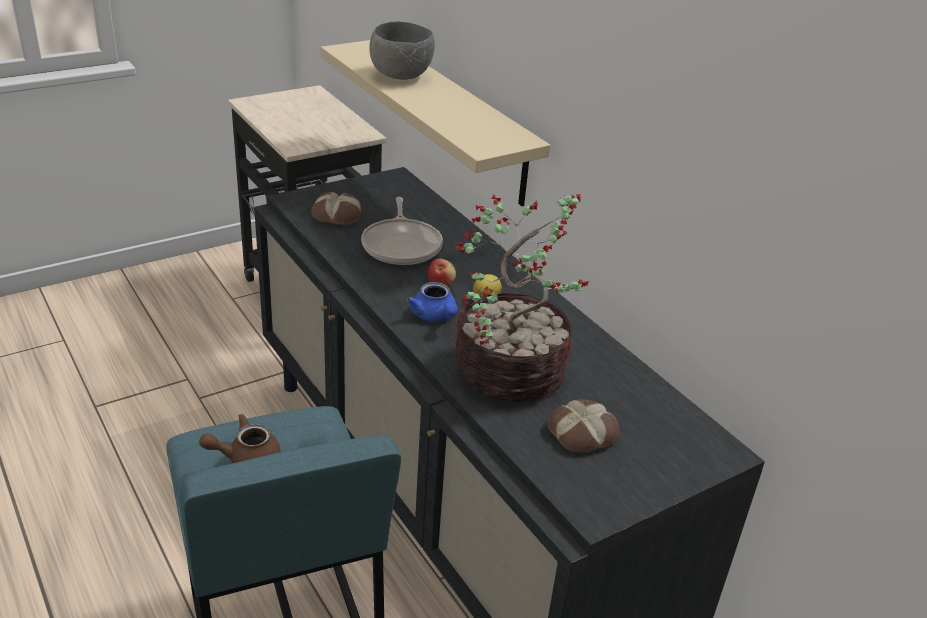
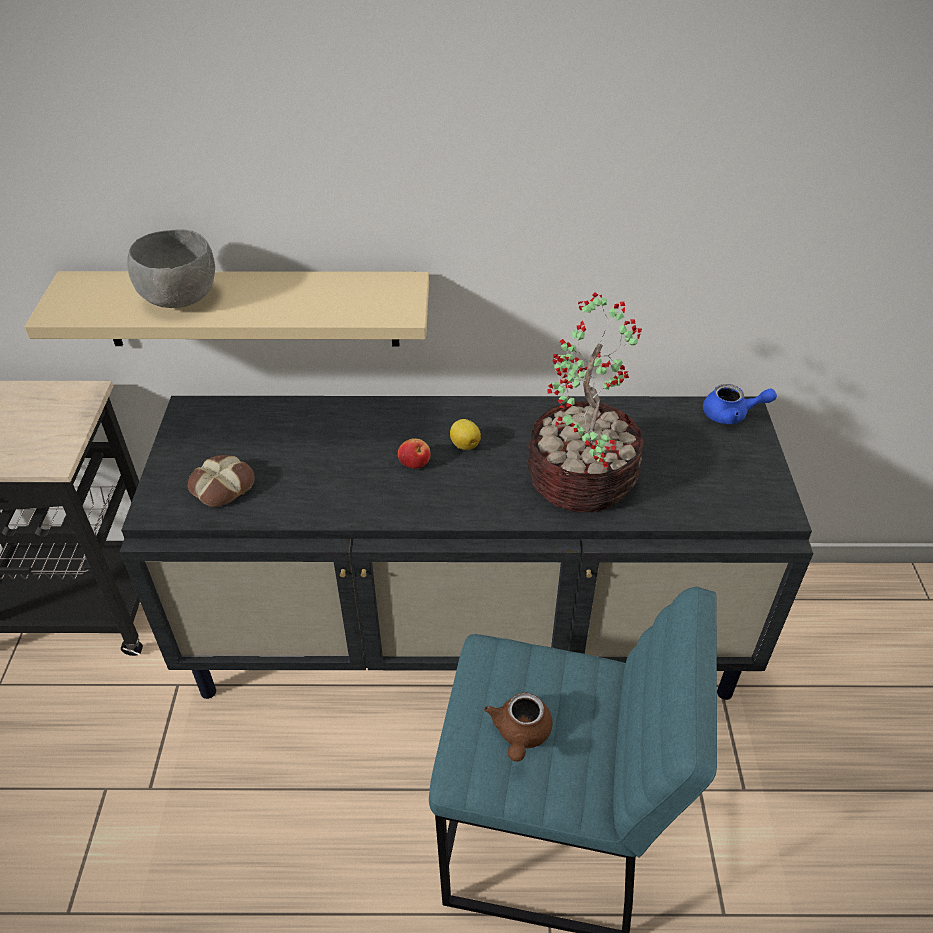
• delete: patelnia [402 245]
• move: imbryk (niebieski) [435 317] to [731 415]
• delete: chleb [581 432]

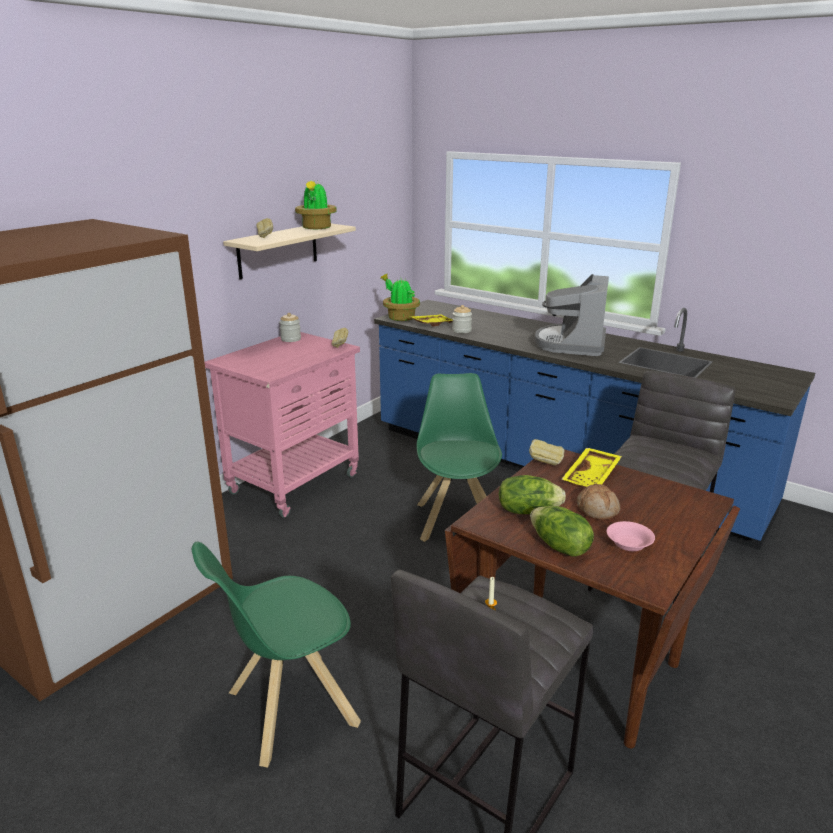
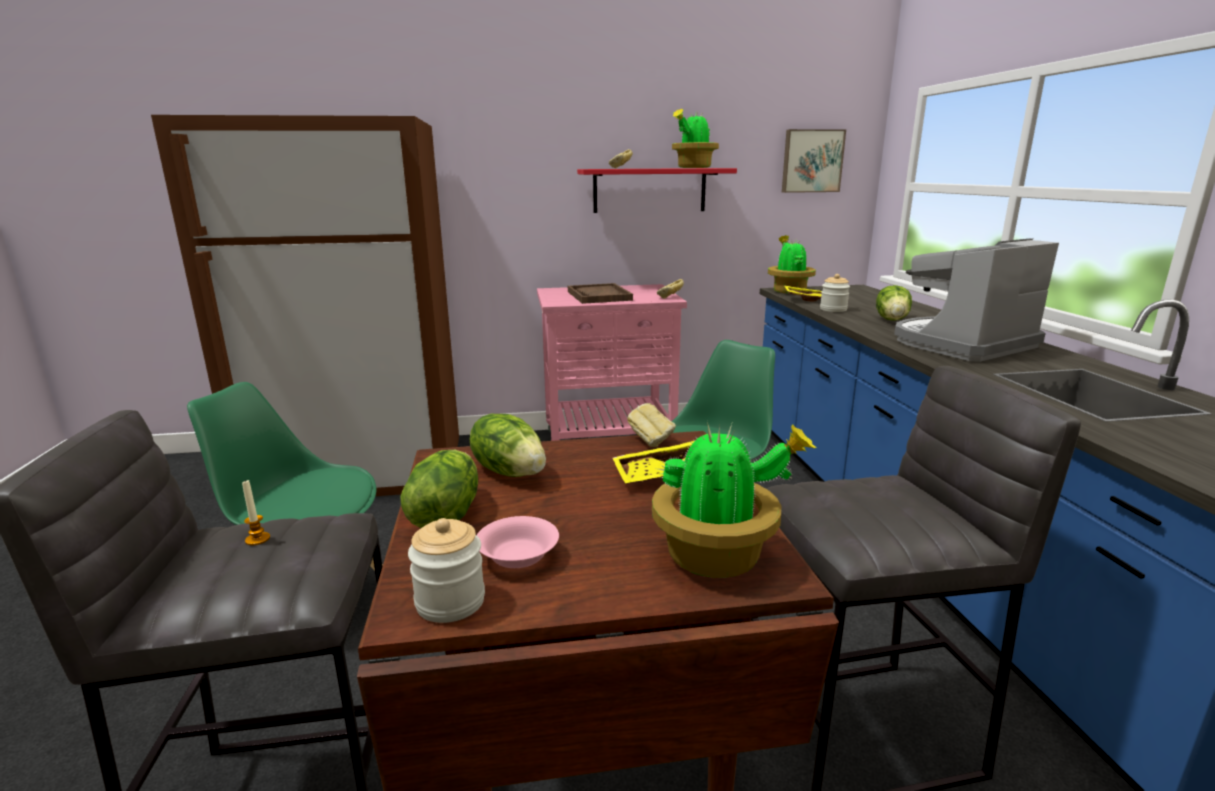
• recolor: półka (beżowy) [278 250] to półka (czerwony) [649 190]
• move: słoik [291 339] to [450 602]
• delete: chleb [597 509]
• insert: obraz [811 161]
• insert: taca (brązowy) [599 296]
• insert: sałata [892 320]
• insert: roślina doniczkowa [718 556]

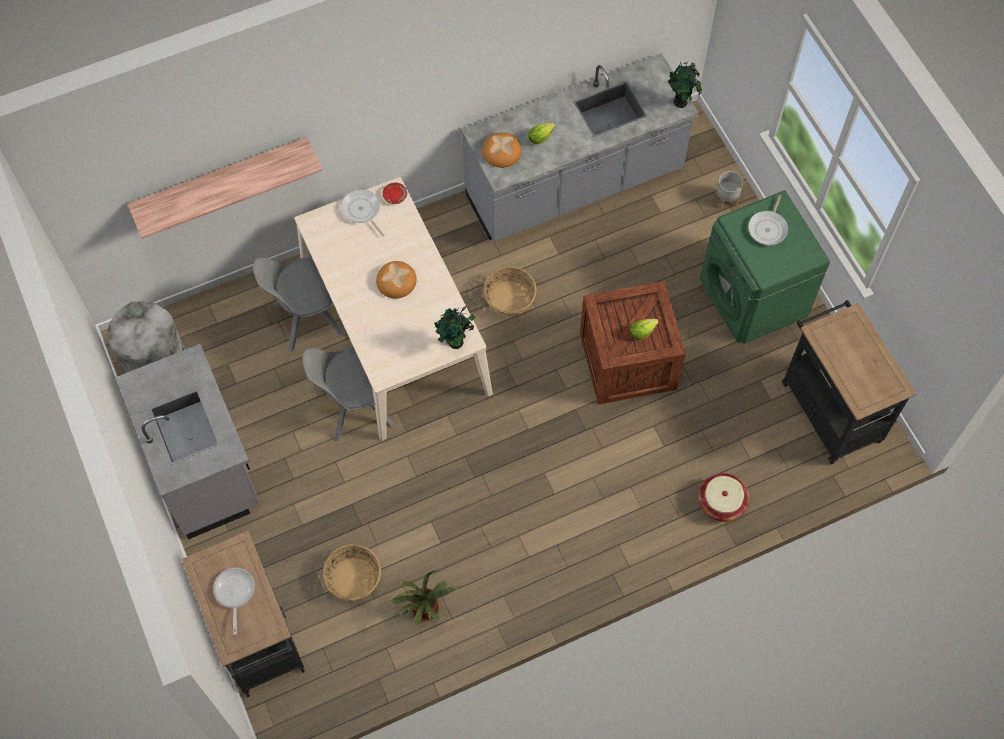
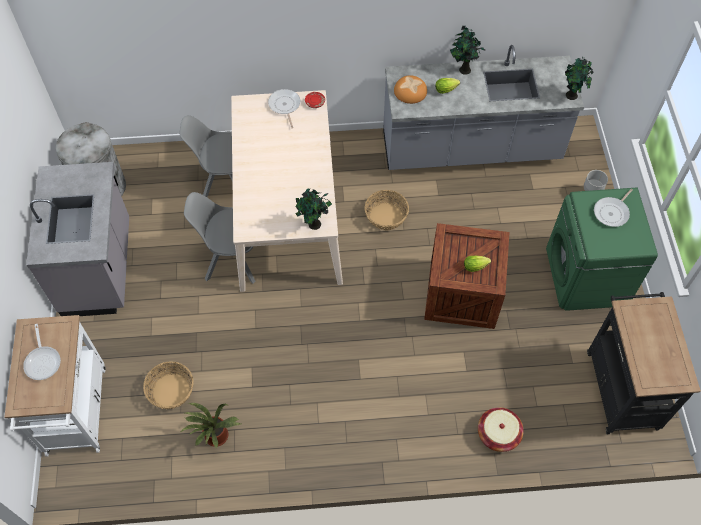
• delete: półka [220 179]
• delete: chleb [396 280]
• recolor: wózek (czarny) [258 640] to wózek (biały) [76 413]
• rotate: patelnia [234 593] = [43 361] 150 degrees clockwise
• insert: roślina doniczkowa [463 70]

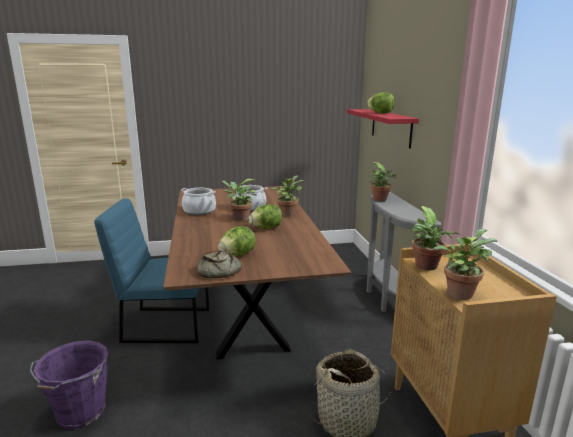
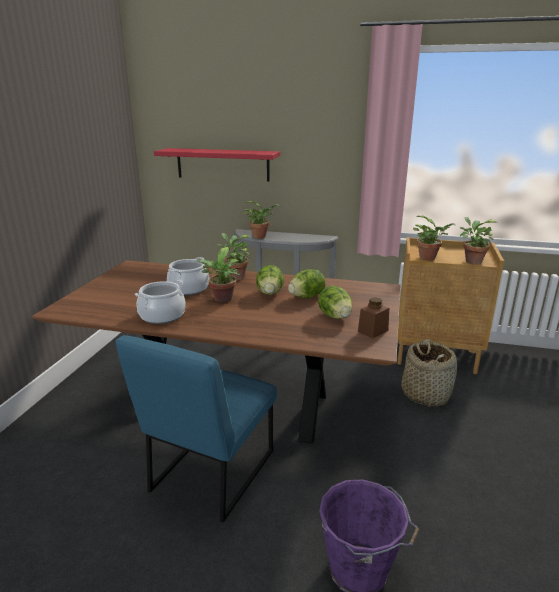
• move: sałata [380 113] to [306 297]
• replace: chleb [218 272] to słoik (brązowy) [373 331]

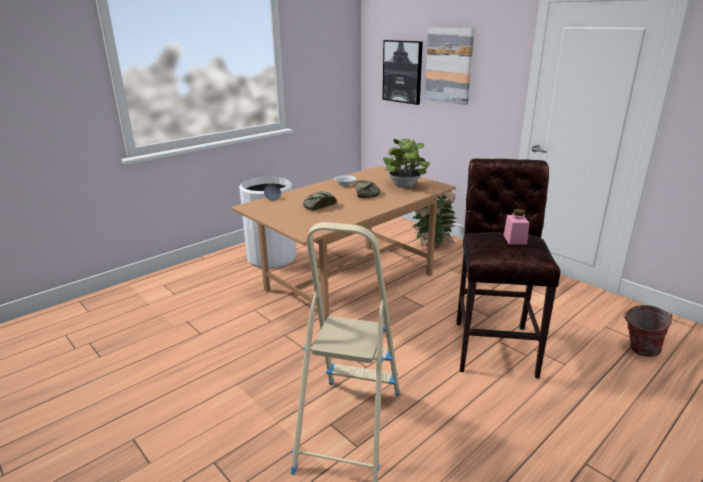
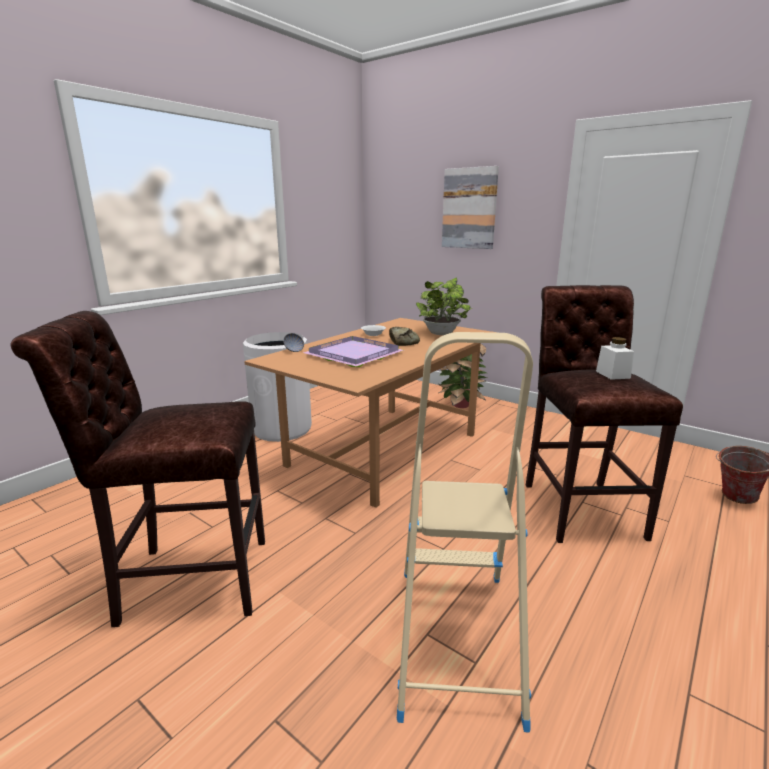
• delete: obraz [402 71]
• replace: chleb [318 205] to taca (fioletowy) [354 355]
• recolor: słoik (różowy) [515 239] to słoik (biały) [612 374]
• insert: stołek (brązowy) [187 579]

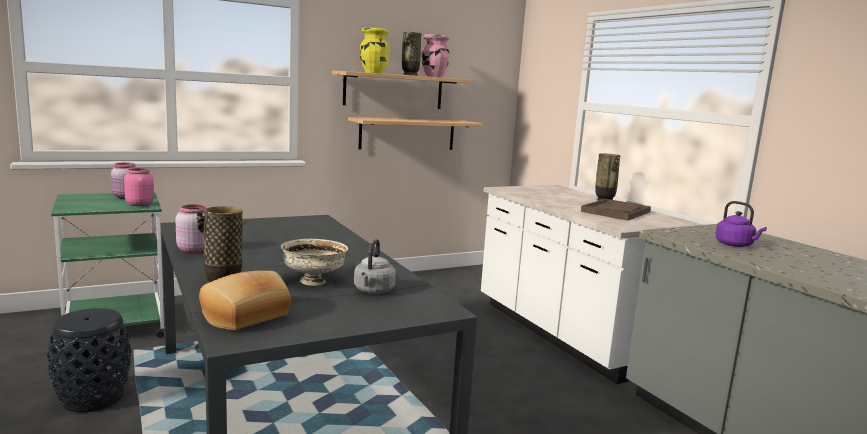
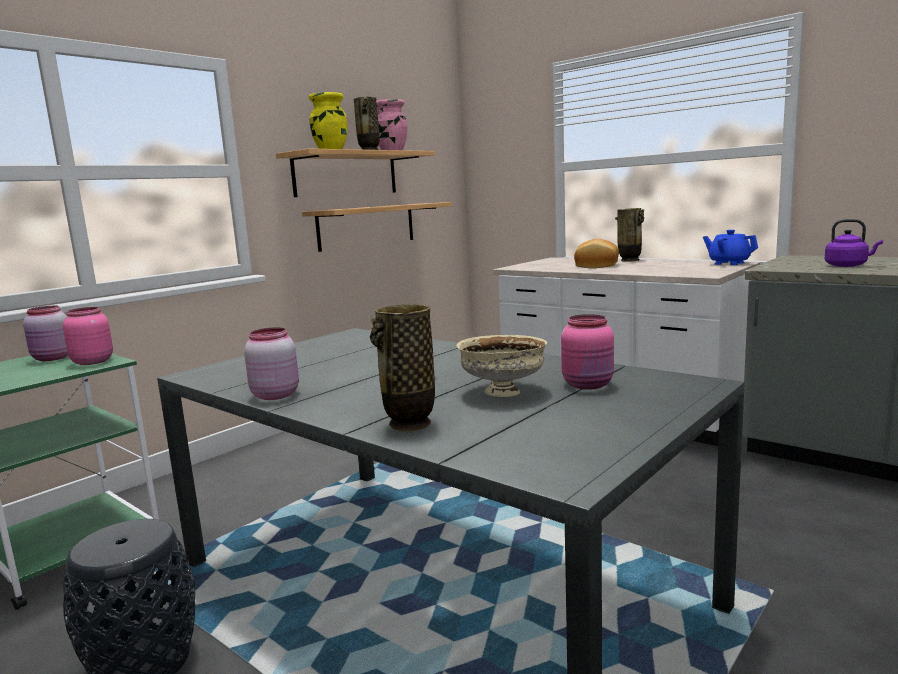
• delete: taca (brązowy) [615 212]
• replace: czajnik (szary) [373 291] to słoik (różowy) [589 385]
• move: chleb [246 316] to [598 265]
• insert: imbryk (niebieski) [729 263]

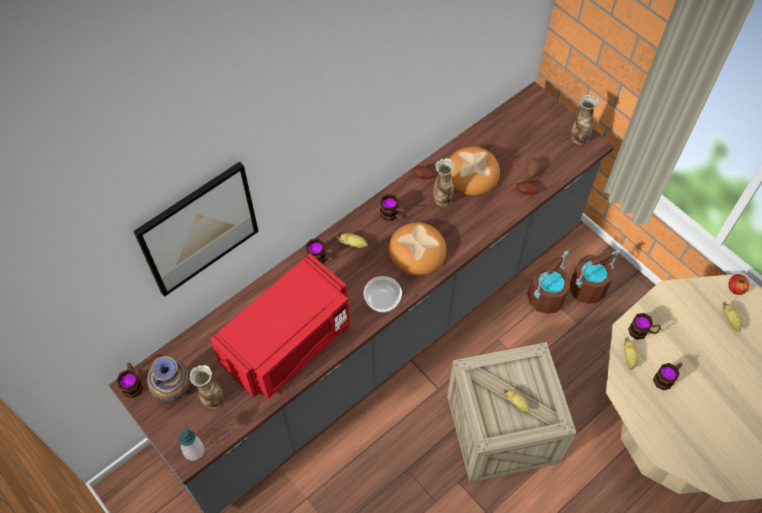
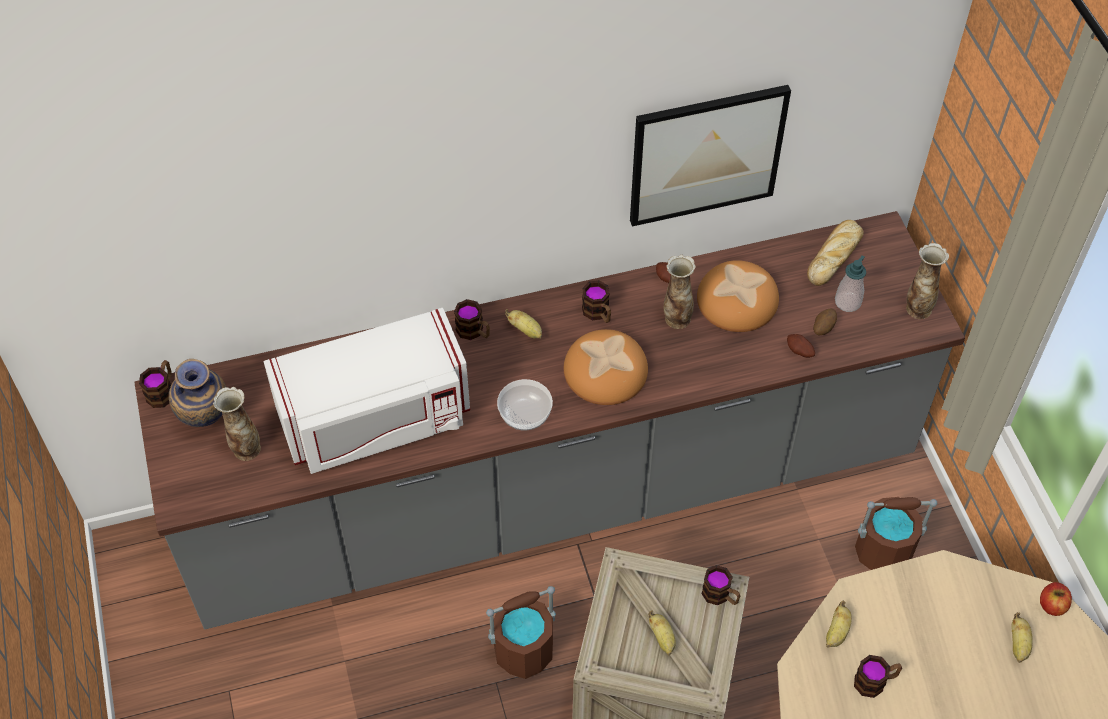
• move: obraz [198 229] to [706 154]
• move: wiadro (brązowy) [545 297] to [524 650]
• recolor: mikrofalówka (czerwony) [288 343] to mikrofalówka (biały) [375 419]
• move: kubek [642 332] to [720 596]
• move: dozownik mydła [194 451] to [847 302]
• insert: chleb [835 255]

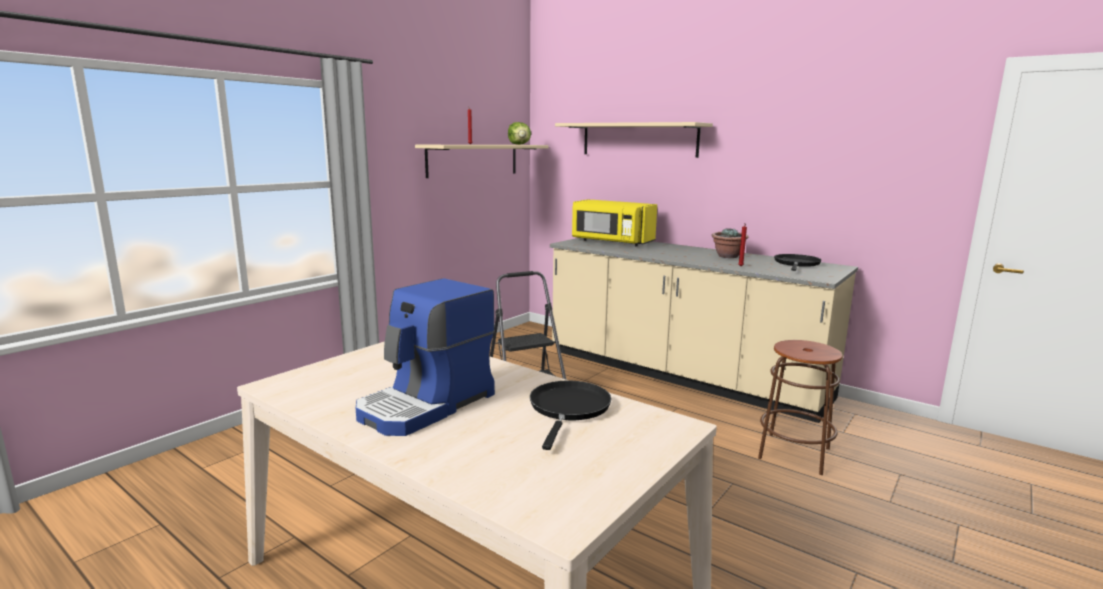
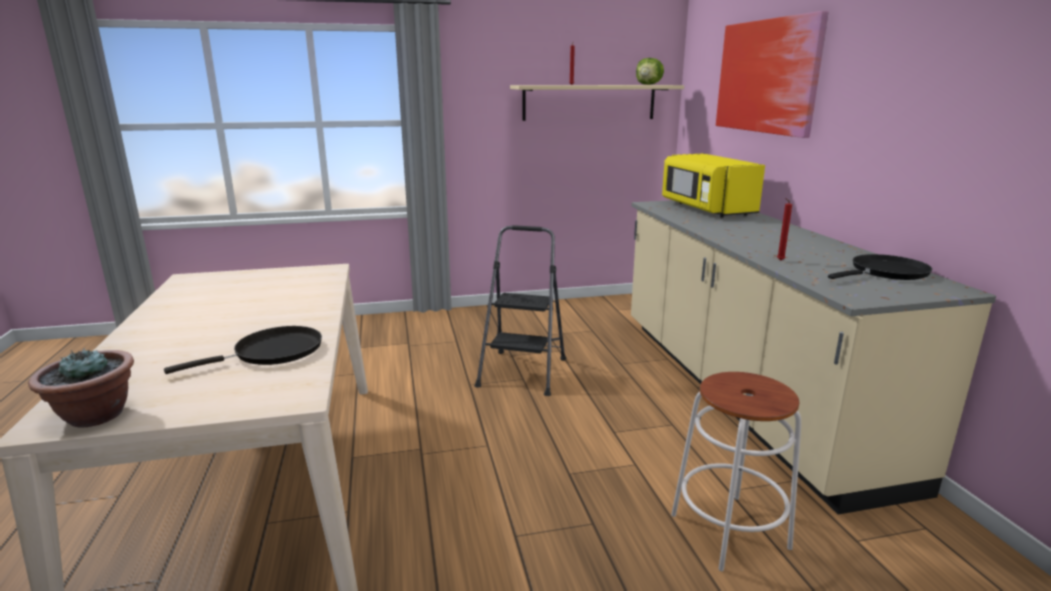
• replace: półka (beżowy) [638 139] to obraz [767 76]
• move: roślina doniczkowa [728 256] to [94 416]
• delete: ekspres do kawy [427 405]
• recolor: stołek (brązowy) [794 453] to stołek (biały) [729 531]

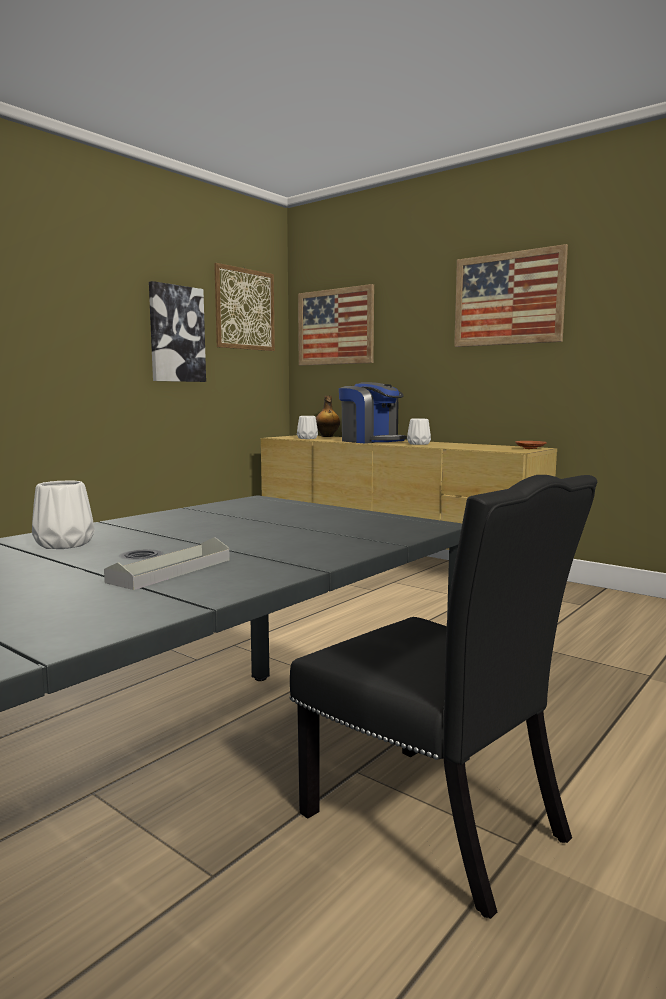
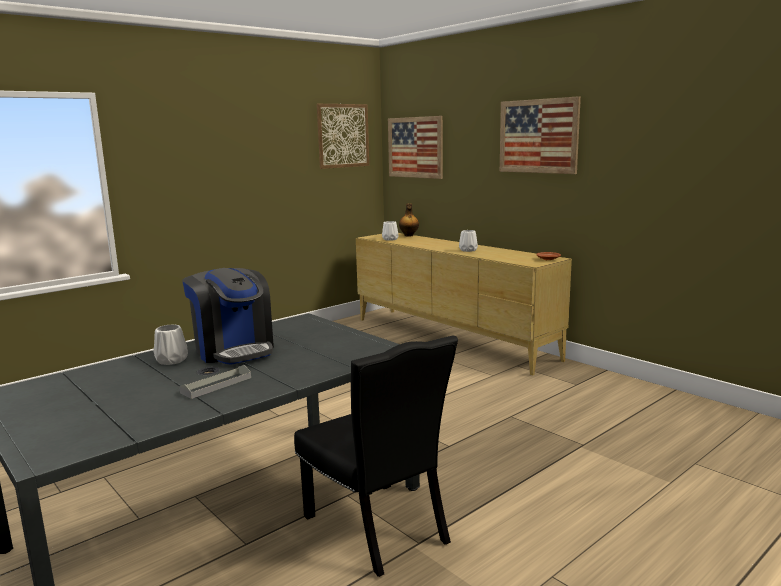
• delete: obraz [176 334]
• move: ekspres do kawy [371 441] to [234 350]

